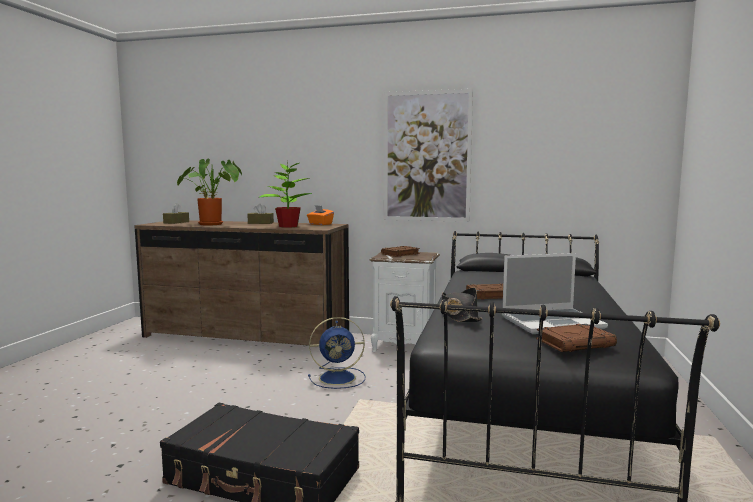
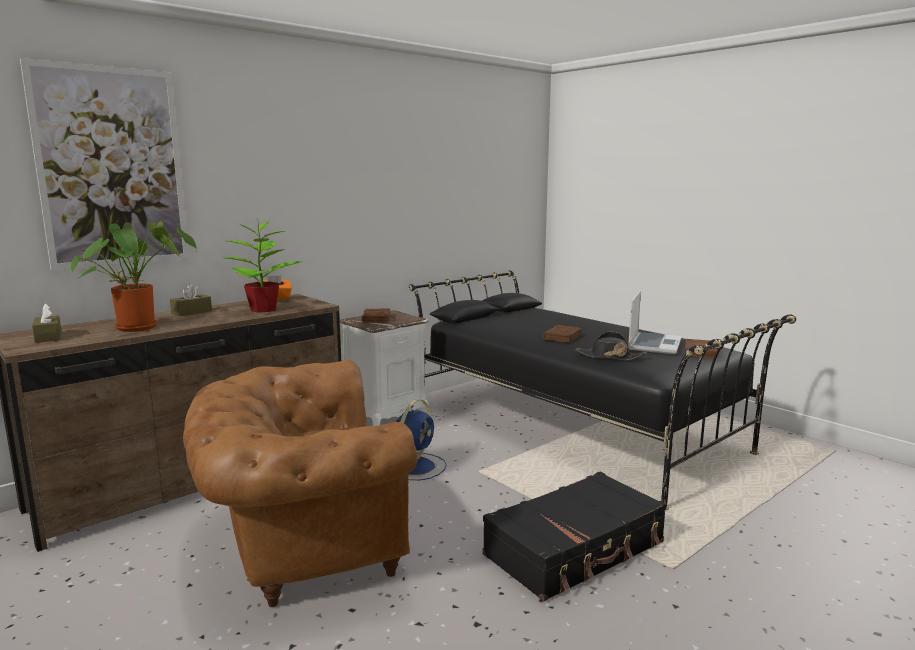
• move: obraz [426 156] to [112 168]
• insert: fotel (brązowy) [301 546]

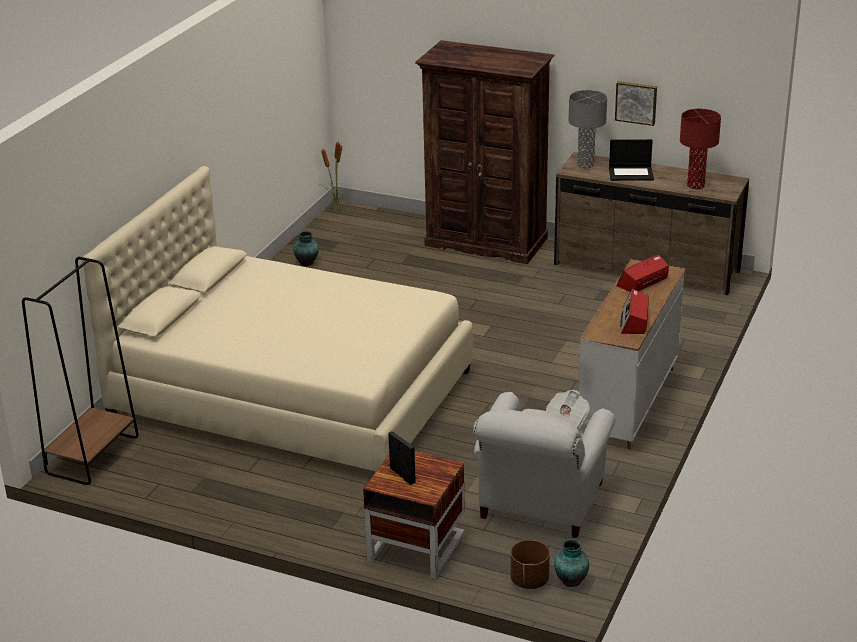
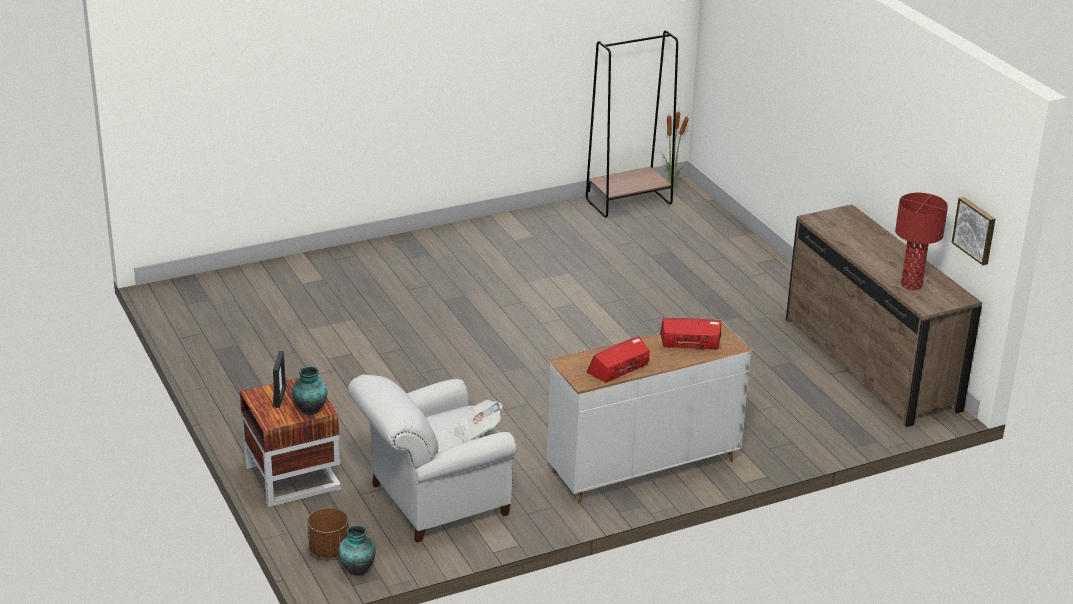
• delete: szafa (brązowy) [486 242]
• move: obraz [636 102] to [975 230]
• delete: lampa stołowa (szary) [585 164]
• delete: laptop [631 173]
• delete: łóżko (beżowy) [292 394]
• move: wazon [307 263] to [310 410]
• move: wieszak [93 456] to [628 202]

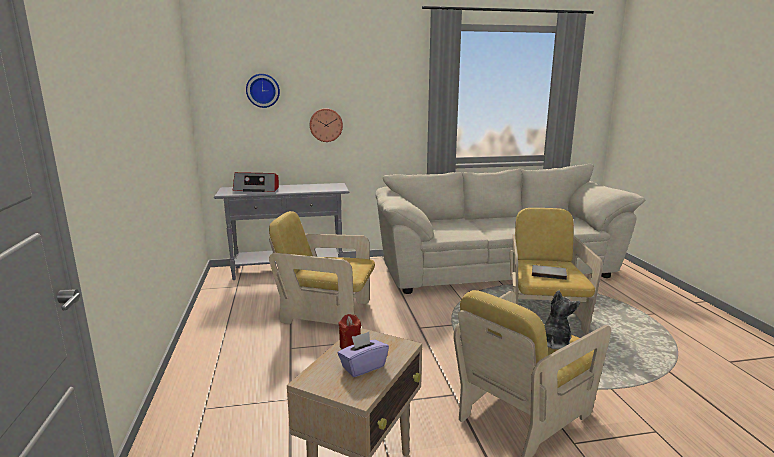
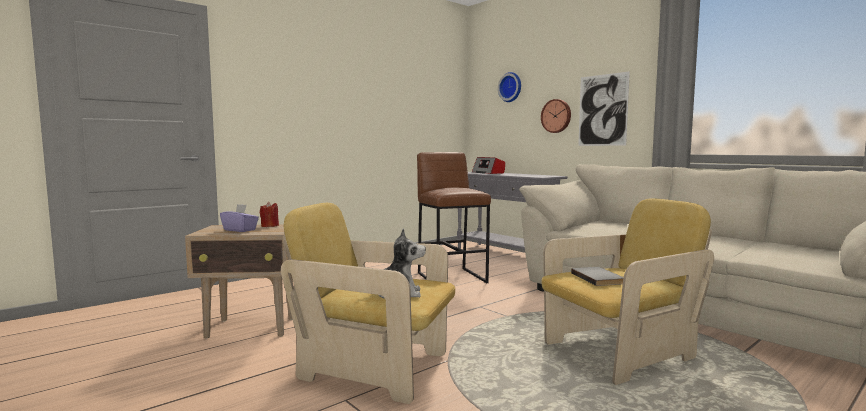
• replace: fotel (żółty) [326 314] to stołek (brązowy) [451 277]
• insert: obraz [602 110]

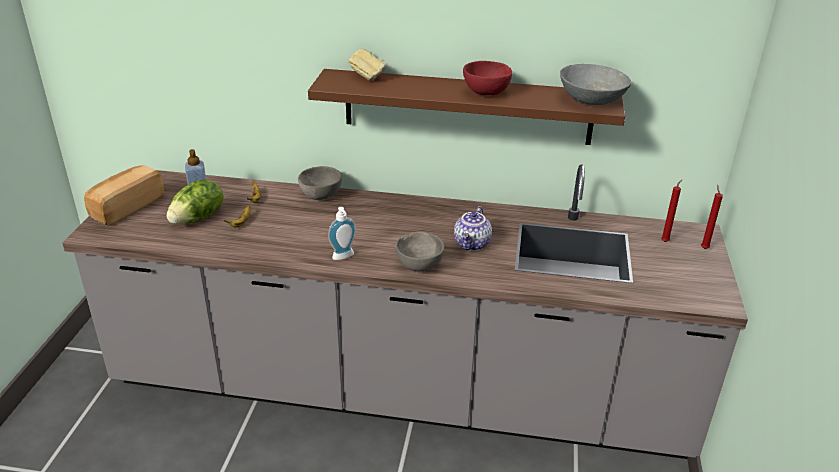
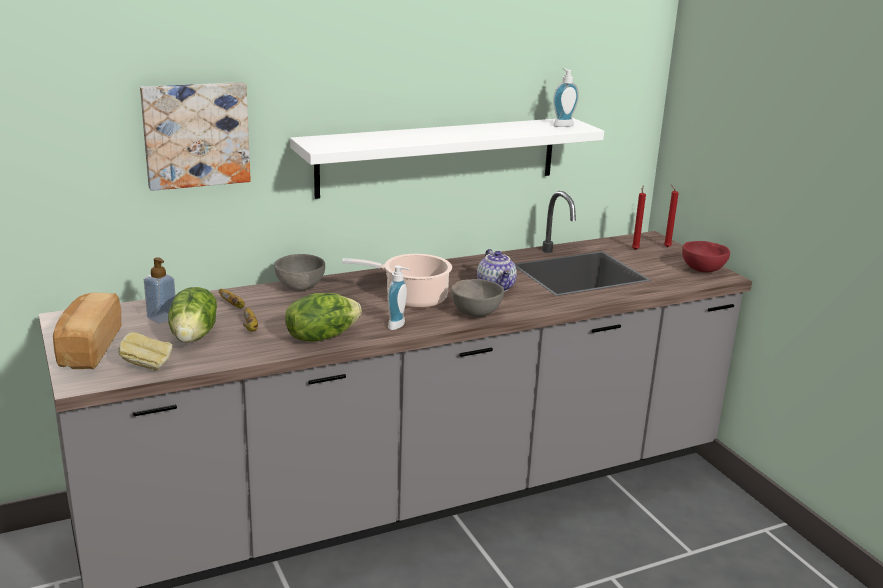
• move: chleb [368 77] to [147 366]
• move: miska (czerwony) [486 93] to [703 270]
• replace: miska (szary) [590 100] to dozownik mydła [562 125]
• recolor: półka (brązowy) [467 107] to półka (biały) [439 156]
• insert: obraz [195 134]
• insert: garnek [412 298]
• insert: sałata [321 336]

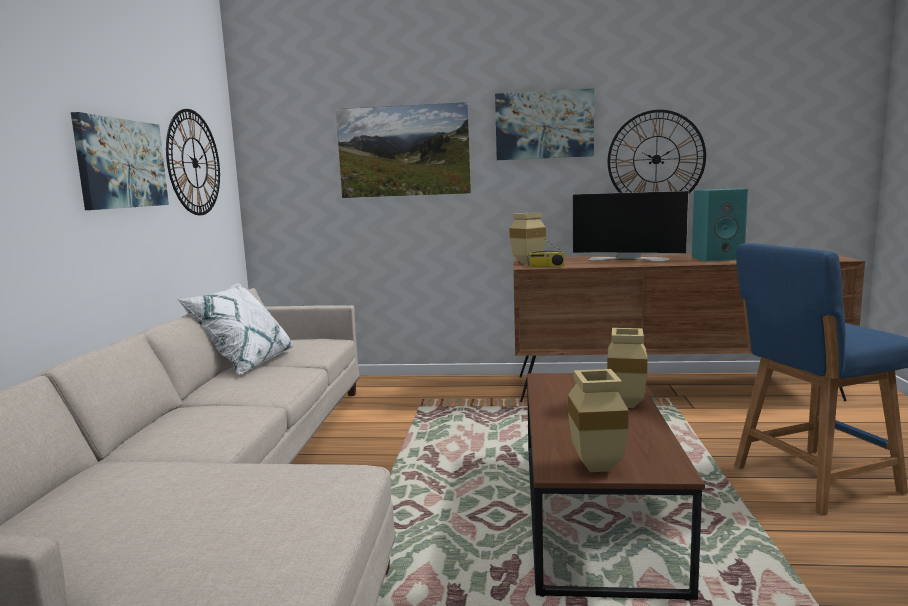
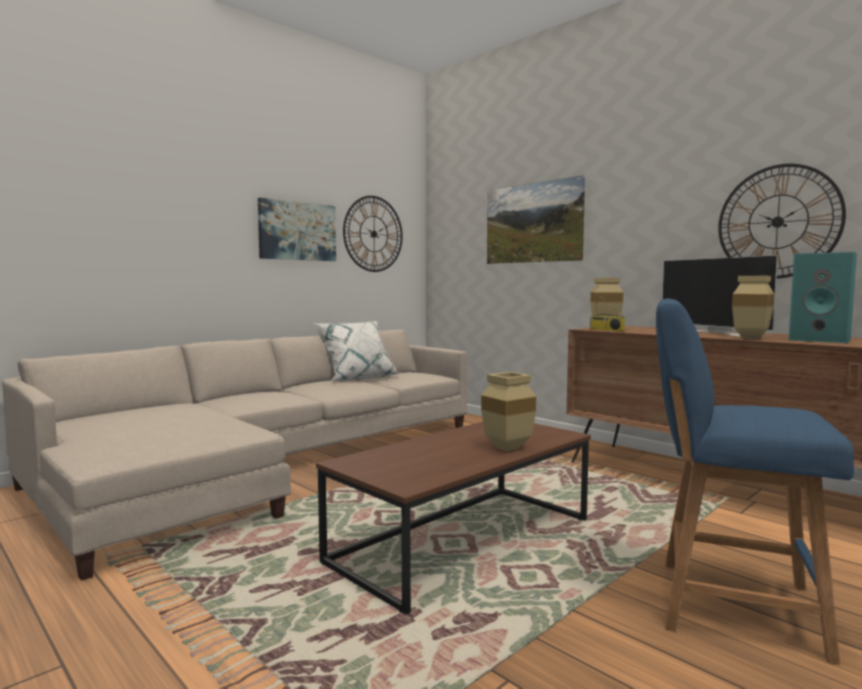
• delete: obraz [544 125]
• move: wazon (beżowy) [599 468] to [752 339]

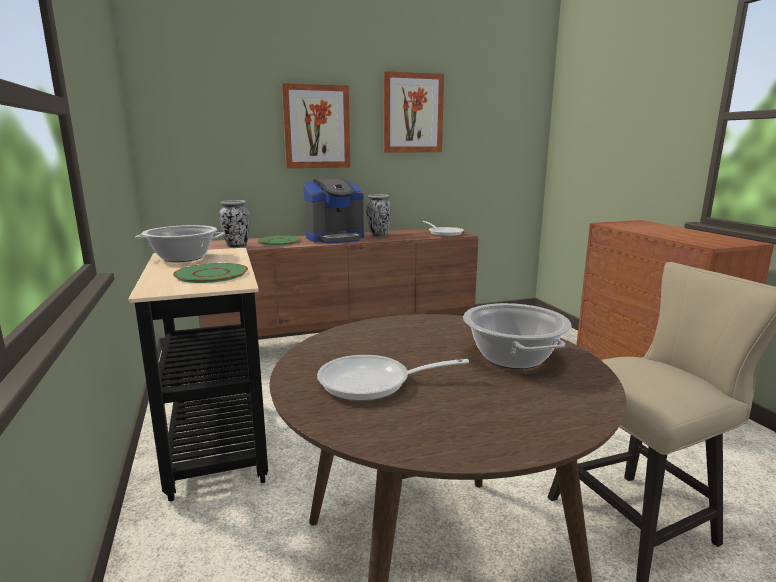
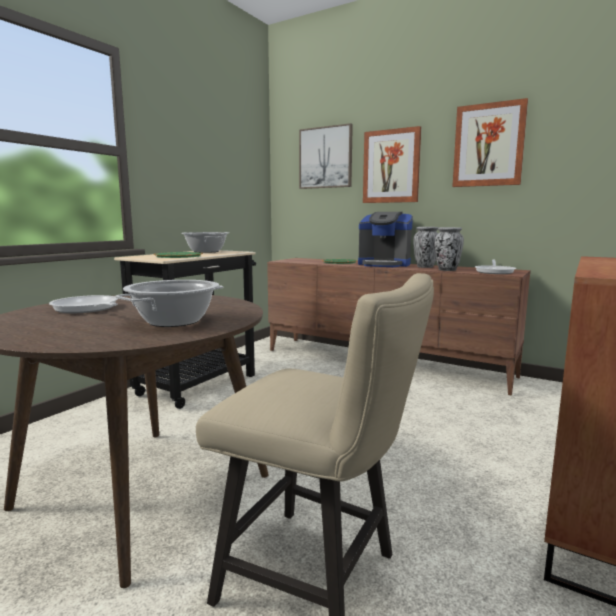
• move: wazon [237 246] to [447 270]
• insert: obraz [325 157]

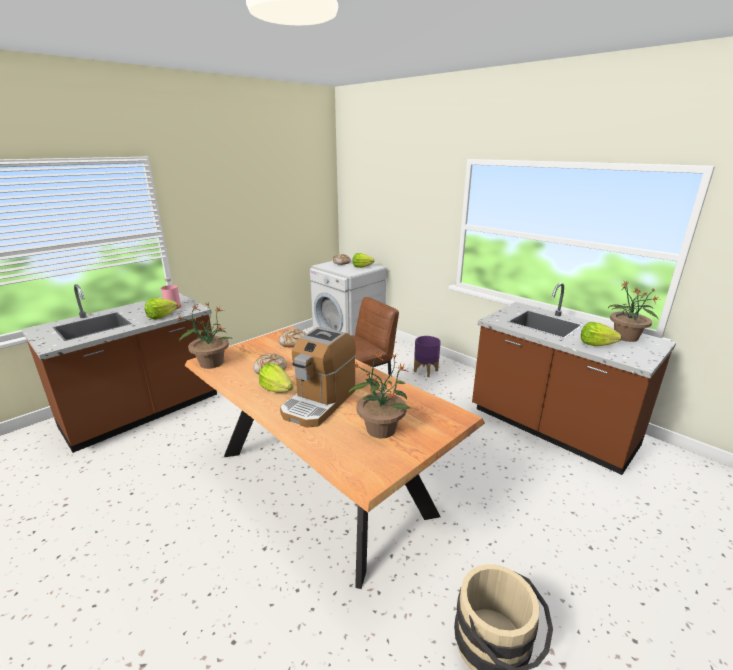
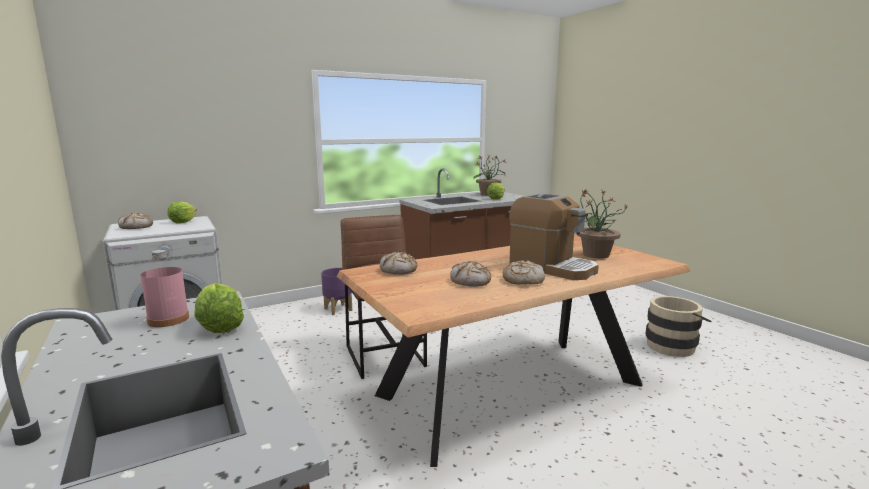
• delete: roślina doniczkowa [211 363]
• replace: sałata [277 389] to chleb [522 280]

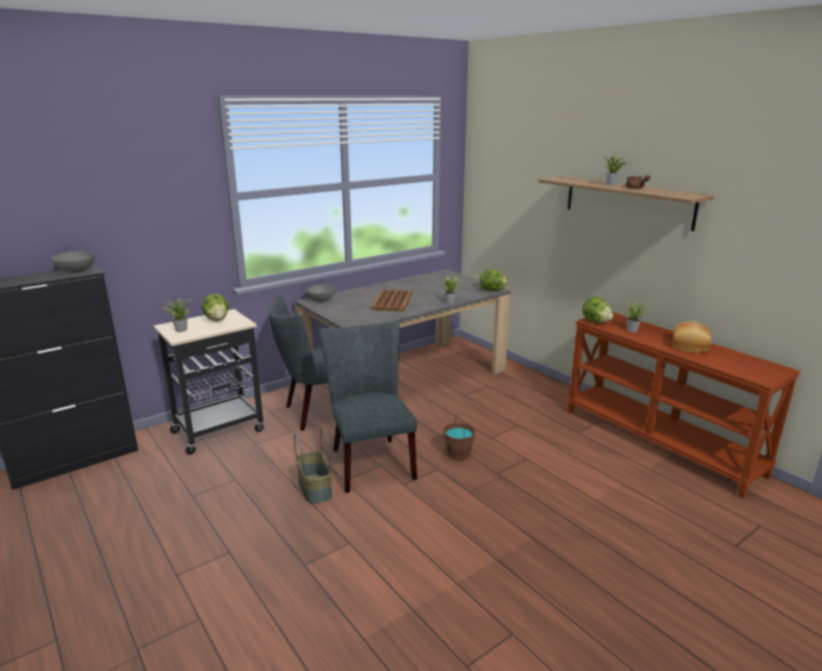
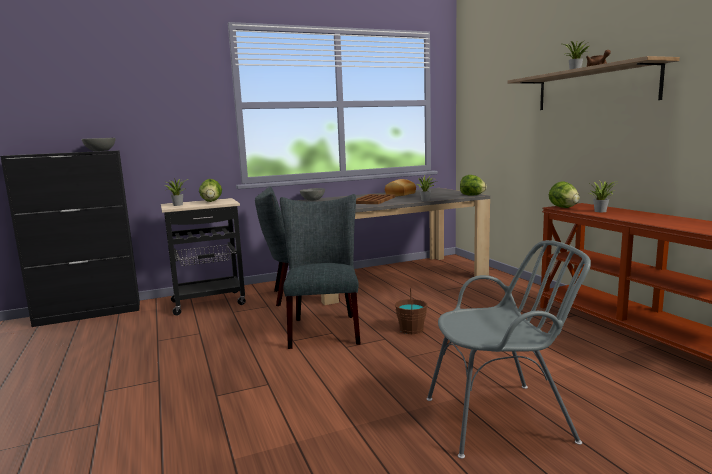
• move: chleb [691 345] to [401 195]
• delete: koszyk [316 489]
• insert: krzesło (szary) [503 417]

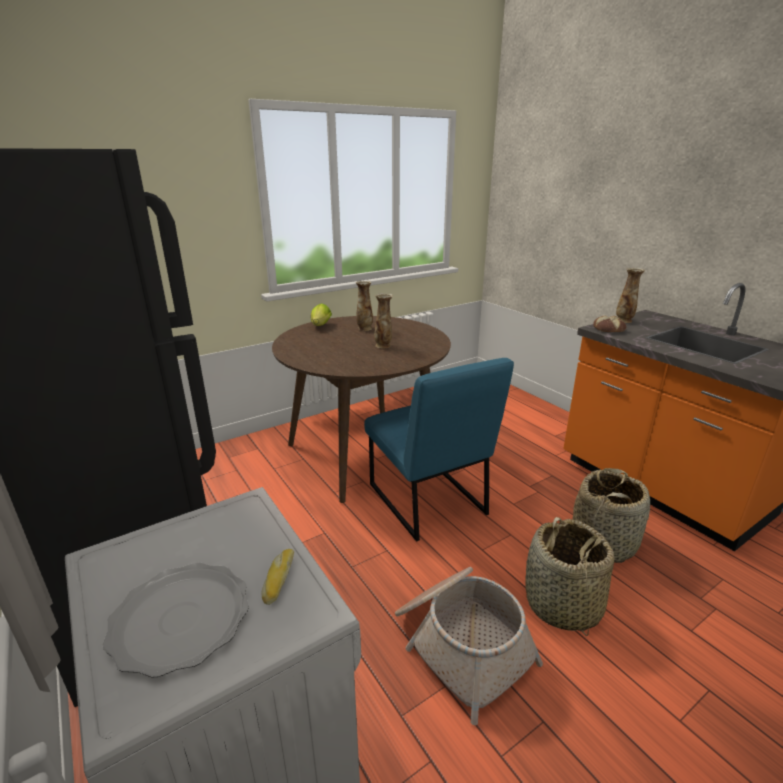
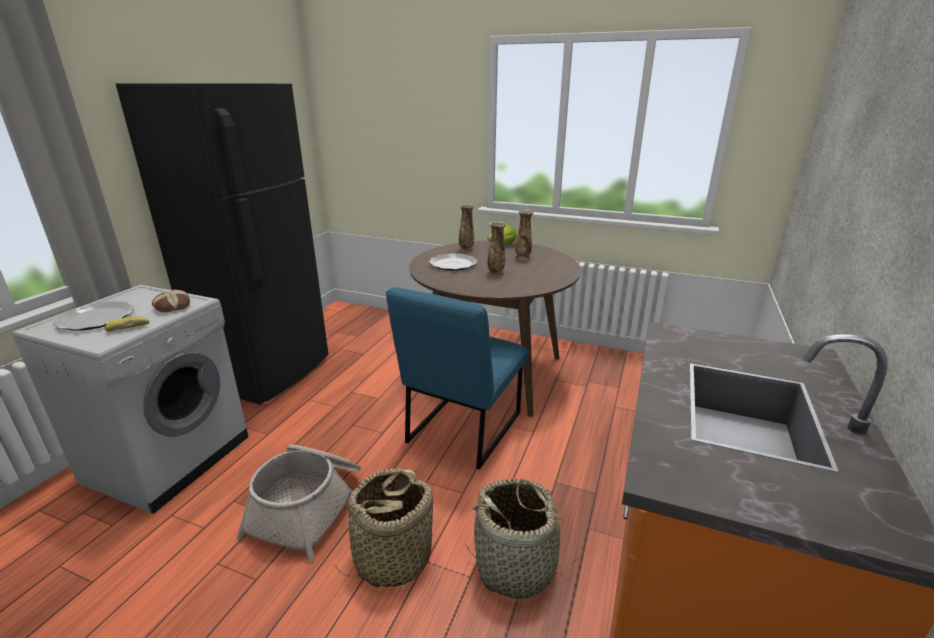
• move: wazon [624 320] to [466 249]
• move: chleb [609 329] to [172 306]
• insert: talerz [453 264]

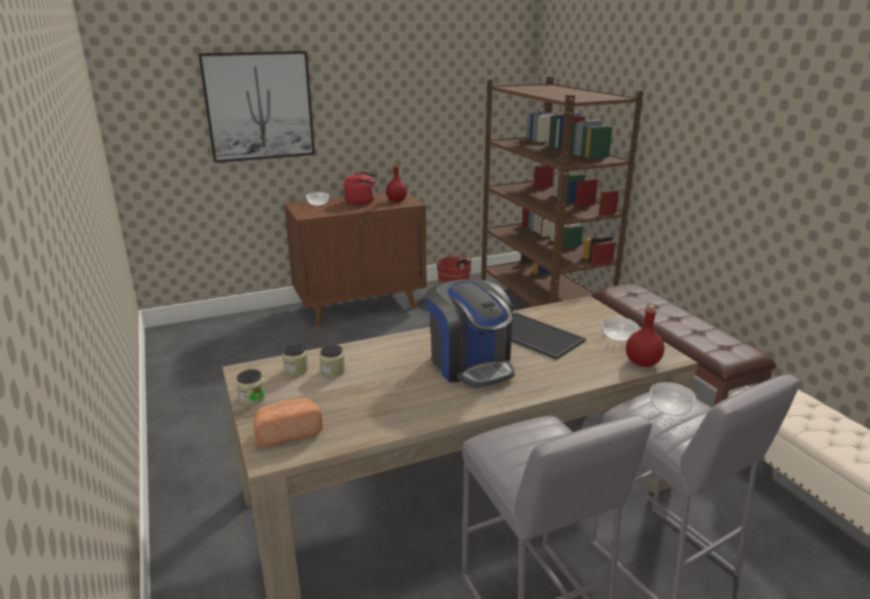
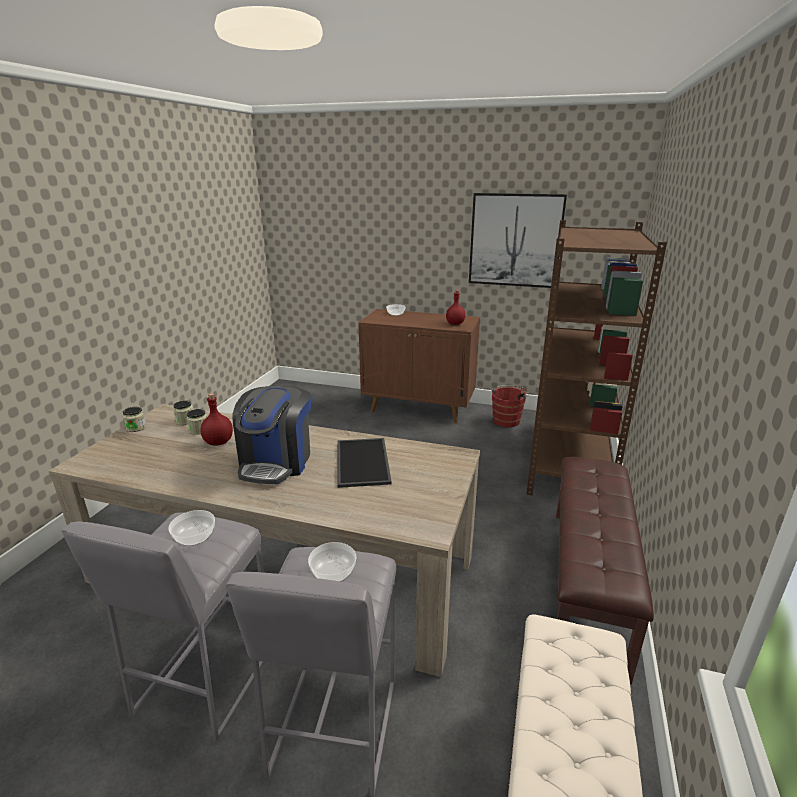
• move: obraz [259 106] to [515 240]
• delete: czajnik (czerwony) [362 202]
• move: butelka (czerwony) [643 363] to [219 442]
• move: miska [617 336] to [195 536]
• delete: chleb [287 433]

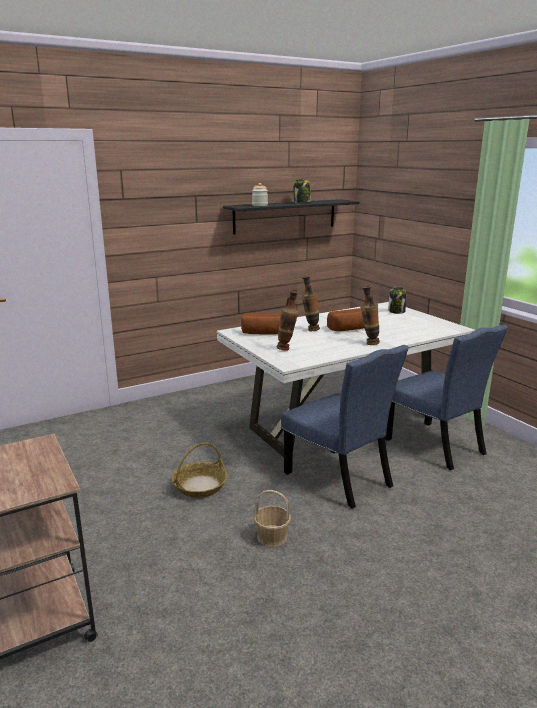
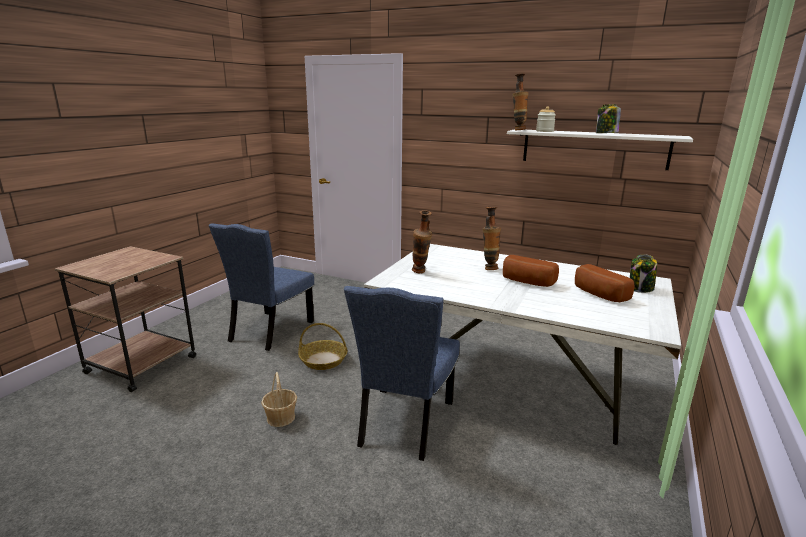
• recolor: półka (czarny) [285 216] to półka (biały) [594 148]
• move: wazon [368 343] to [518 130]
• move: chleb [262 333] to [598 294]
• move: krzesło (niebieski) [434 445] to [271 330]

